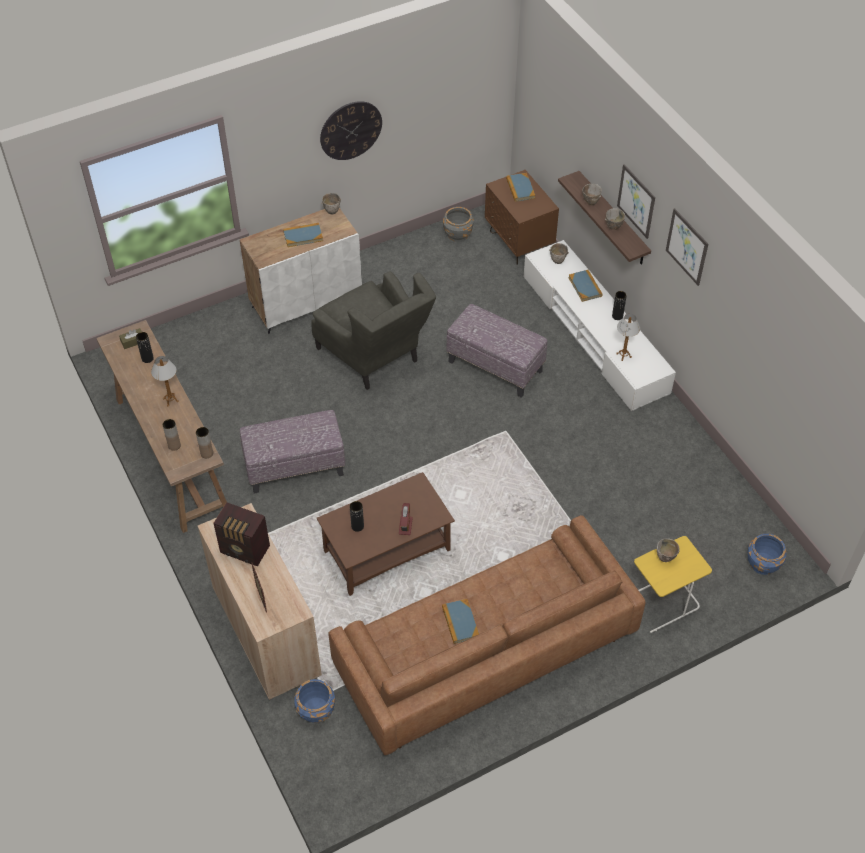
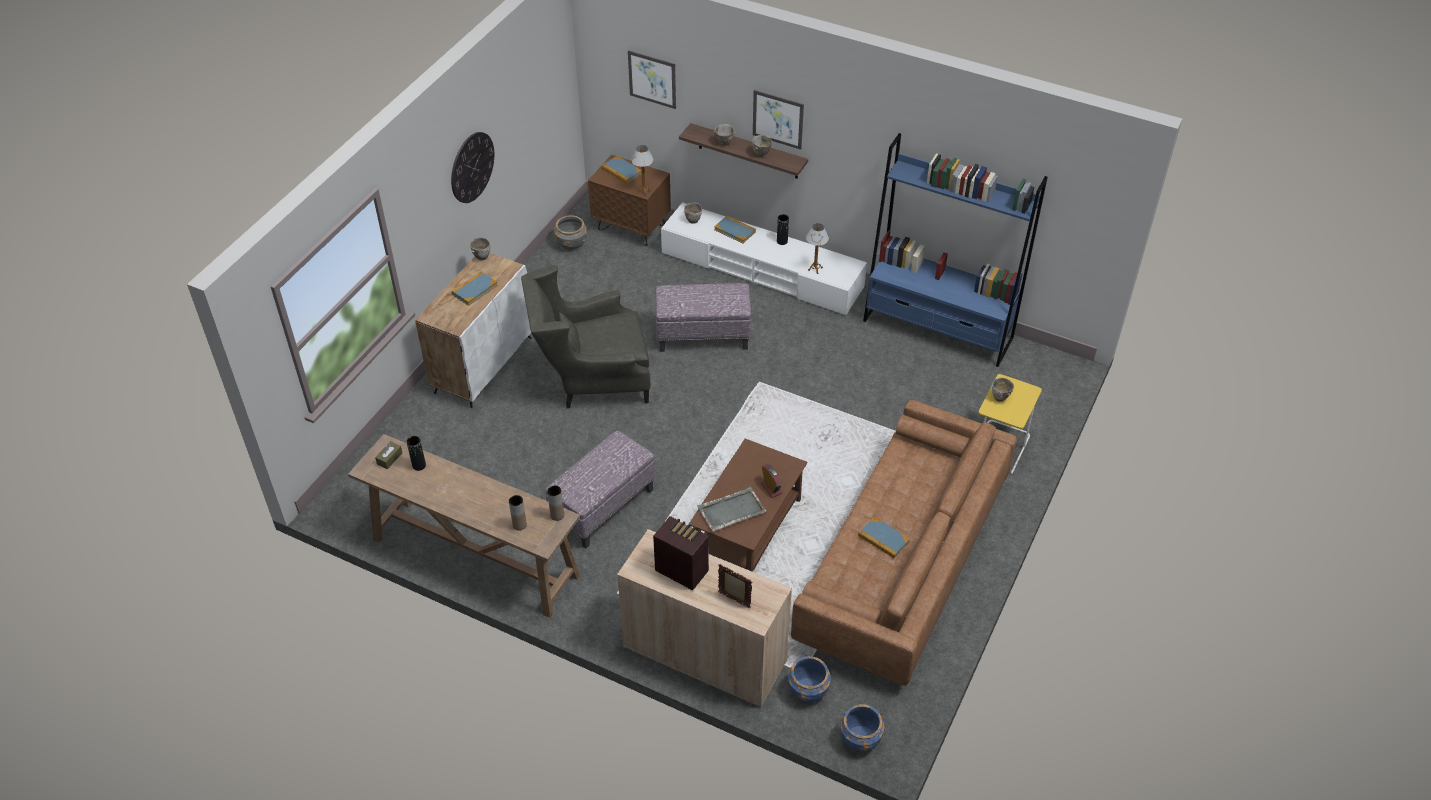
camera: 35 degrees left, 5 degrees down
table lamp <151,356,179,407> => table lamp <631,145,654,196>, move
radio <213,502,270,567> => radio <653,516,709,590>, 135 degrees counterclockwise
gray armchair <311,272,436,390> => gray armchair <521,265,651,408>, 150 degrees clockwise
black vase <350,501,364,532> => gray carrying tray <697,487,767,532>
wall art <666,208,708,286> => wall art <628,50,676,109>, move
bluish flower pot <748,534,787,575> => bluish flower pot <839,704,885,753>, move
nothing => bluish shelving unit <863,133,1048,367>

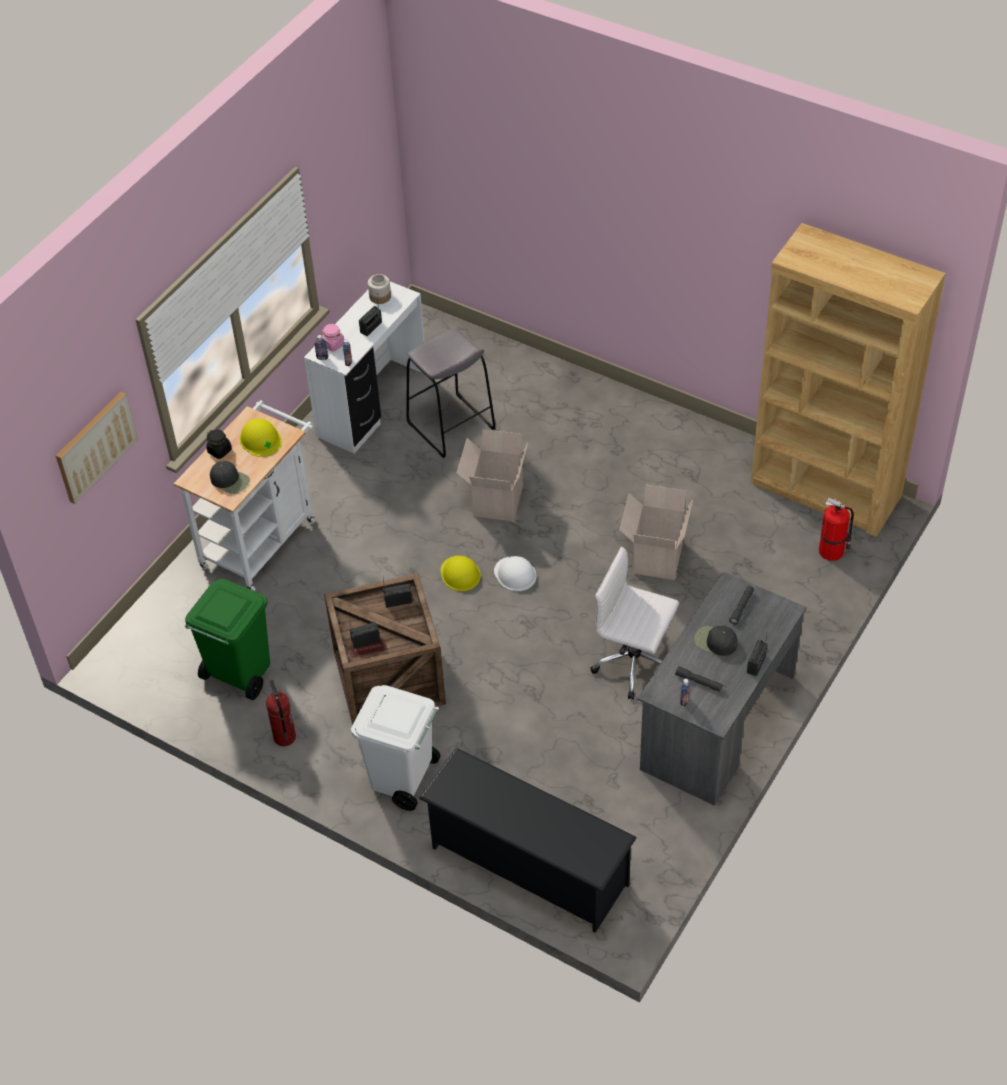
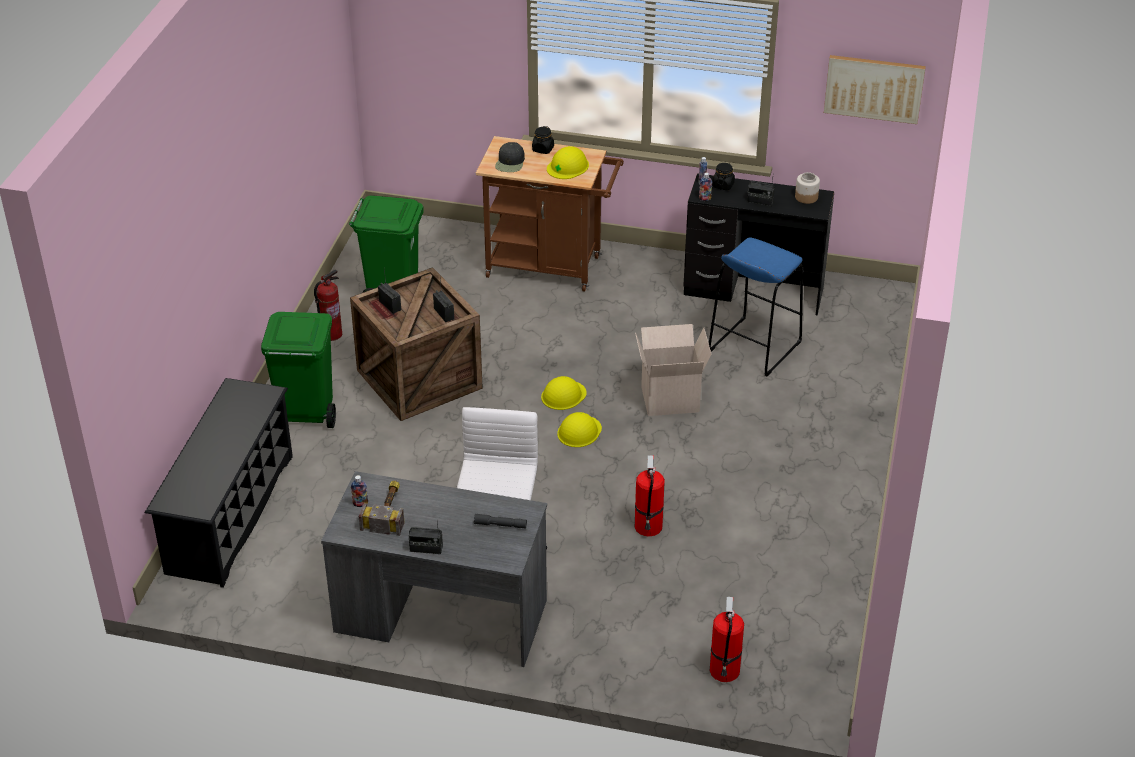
camera: 70 degrees right, 10 degrees down
wall art <56,392,138,504> => wall art <824,55,926,124>, move
white-coloured trolley <174,400,315,591> => brown-coloured trolley <476,136,624,292>
white-coloured desk <304,282,425,453> => black desk <683,173,834,316>
pinkish storage jar <321,324,344,352> => black storage jar <712,163,735,190>
white-coloured waste bin <351,685,441,811> => greenish waste bin <261,312,336,428>
gray sitting stool <406,328,496,458> => bluish sitting stool <709,237,803,376>
white-coloured safety helmet <494,556,537,591> => yellow safety helmet <557,412,602,447>
cardboard box <619,485,693,580> => fire extinguisher <635,455,665,536>
gray hand torch <675,666,723,692> => tool hammer <359,480,405,536>
black baseball cap <694,625,738,656> => nothing
brown-coloured shelving unit <751,223,946,537> => nothing

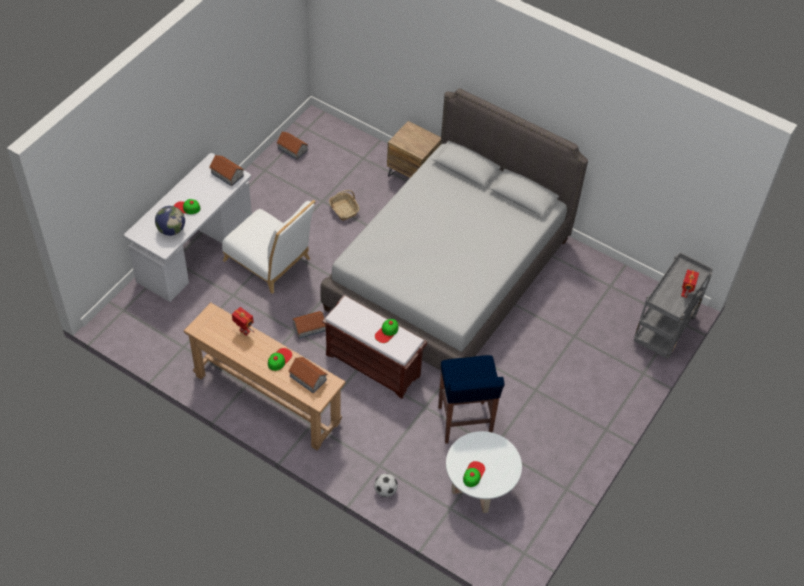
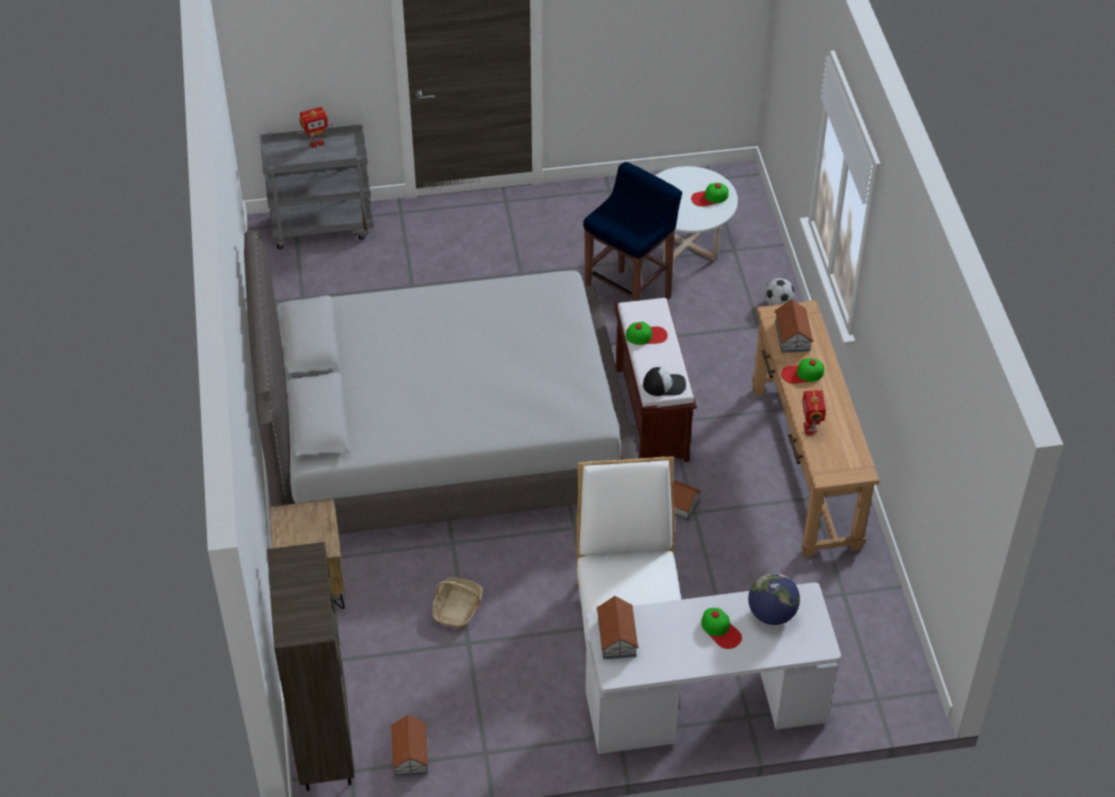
camera: 130 degrees left, 5 degrees down
nothing => brown-coloured shelving unit <267,542,354,791>
nothing => baseball cap <643,367,686,396>

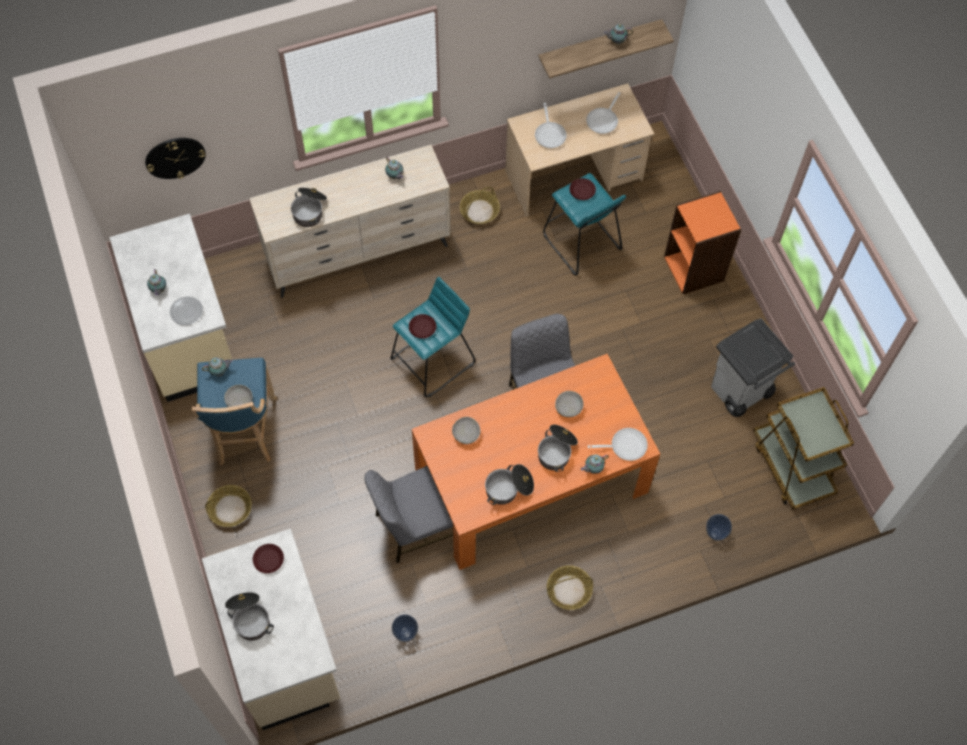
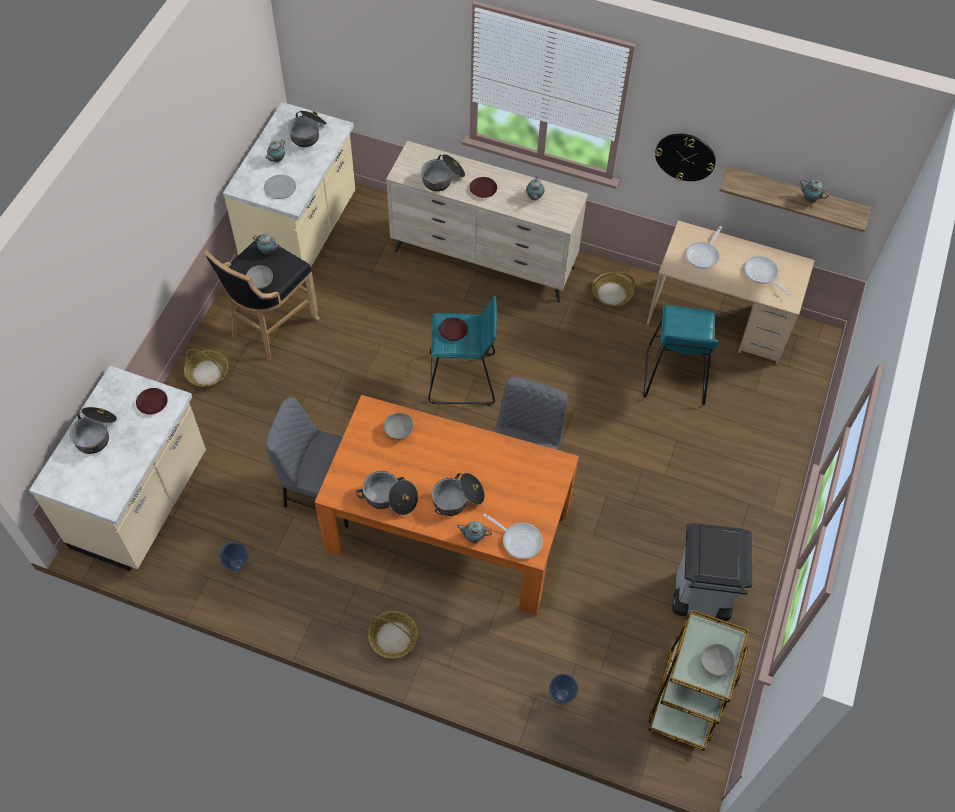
camera: 40 degrees right, 5 degrees down
wall clock <145,138,206,179> => wall clock <655,133,716,181>, move
bluish sitting stool <192,358,277,466> => black sitting stool <204,235,320,360>
gray bowl <555,391,584,417> => gray bowl <700,644,735,676>, move
brown-coloured flat dish <569,178,596,200> => brown-coloured flat dish <470,177,497,198>, move
frying pan <586,92,621,134> => frying pan <744,256,790,295>, 75 degrees clockwise
orange shelving unit <664,191,741,294> => nothing
nothing => saucepot <288,110,327,147>

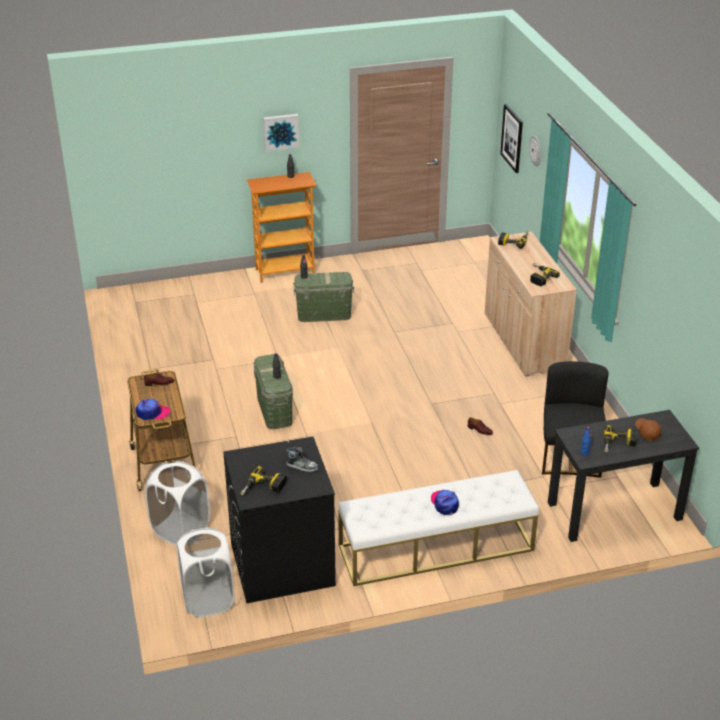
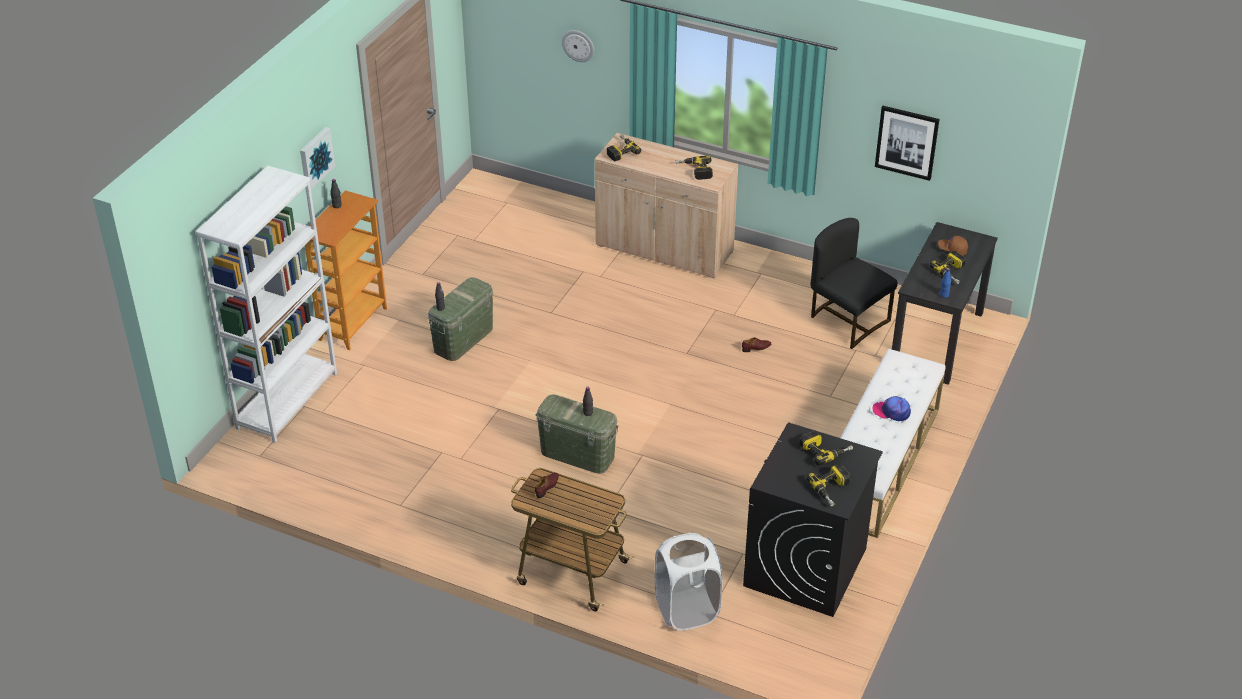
camera: 50 degrees left, 5 degrees up
baseball cap <136,399,170,420> => nothing
white-coloured washing basket <176,527,235,617> => nothing
item of footwear <286,447,319,472> => electric drill <799,431,853,465>
wall art <500,104,523,173> => wall art <875,106,939,181>, move
nothing => white-coloured shelving unit <196,166,337,443>

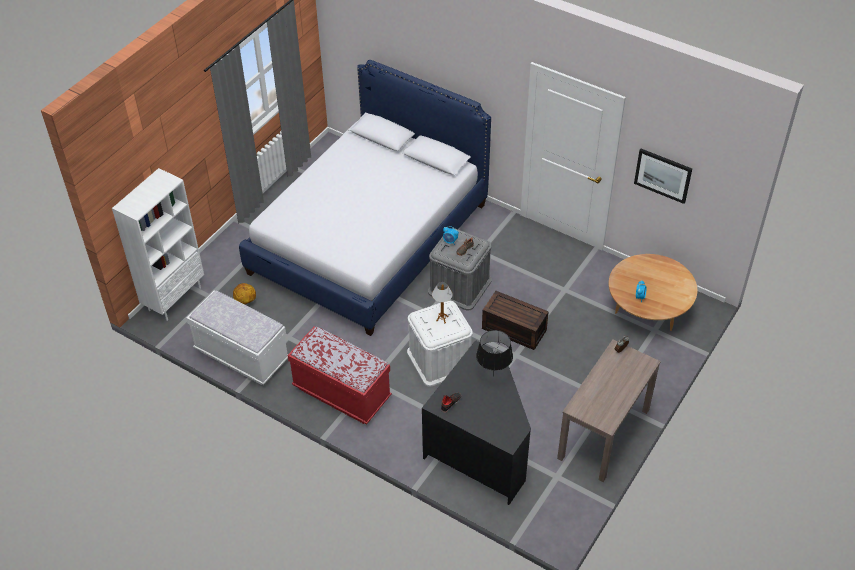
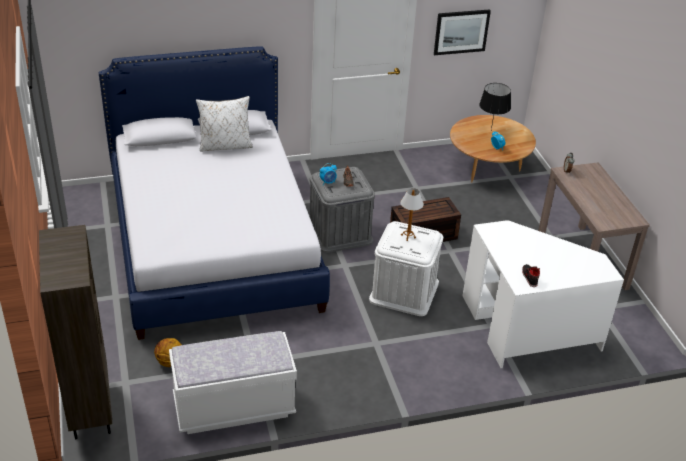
camera: 50 degrees left, 10 degrees down
white-coloured shelving unit <112,168,204,321> => brown-coloured shelving unit <39,225,112,439>
red long seat <288,327,392,424> => nothing
black desk <422,340,531,505> => white-coloured desk <462,220,624,368>
black table lamp <476,330,513,377> => black table lamp <479,83,511,130>, move
nothing => white-coloured throw pillow <196,96,253,152>

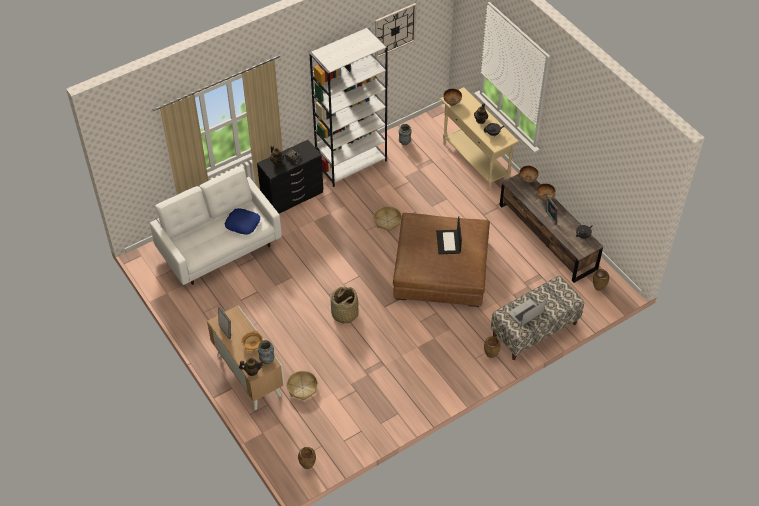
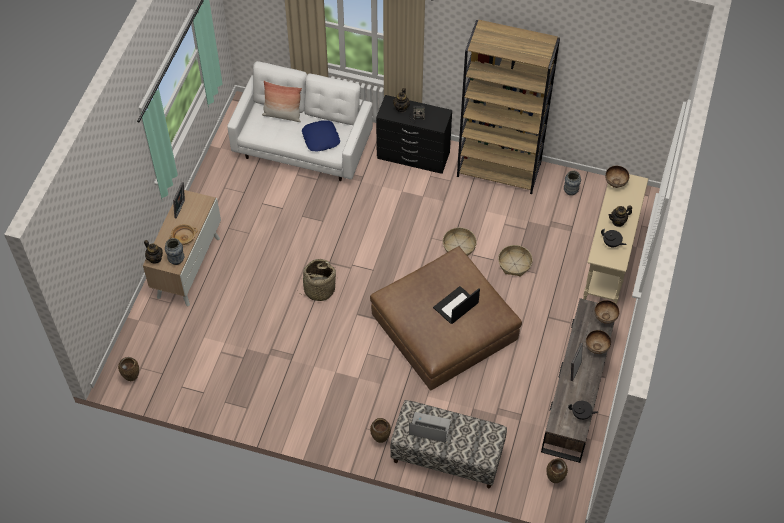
camera: 50 degrees right, 5 degrees up
storage basket <287,371,318,400> => storage basket <498,245,533,277>, move
white-coloured shelving unit <309,28,388,187> => brown-coloured shelving unit <457,20,560,194>
wall clock <375,3,416,58> => nothing
nothing => throw pillow <262,80,302,122>

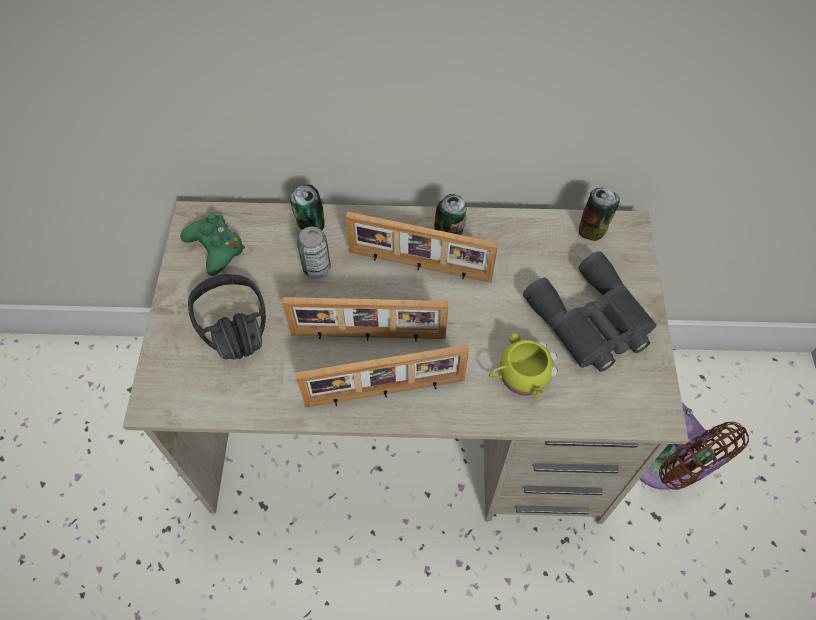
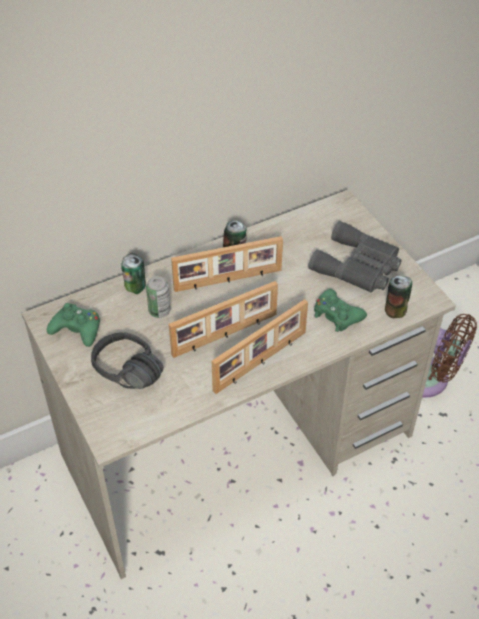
camera: 30 degrees left, 10 degrees down
yellow mug <489,334,558,396> => greenish game controller <314,289,367,332>
sealed can <579,187,620,241> => sealed can <385,276,412,318>, move

